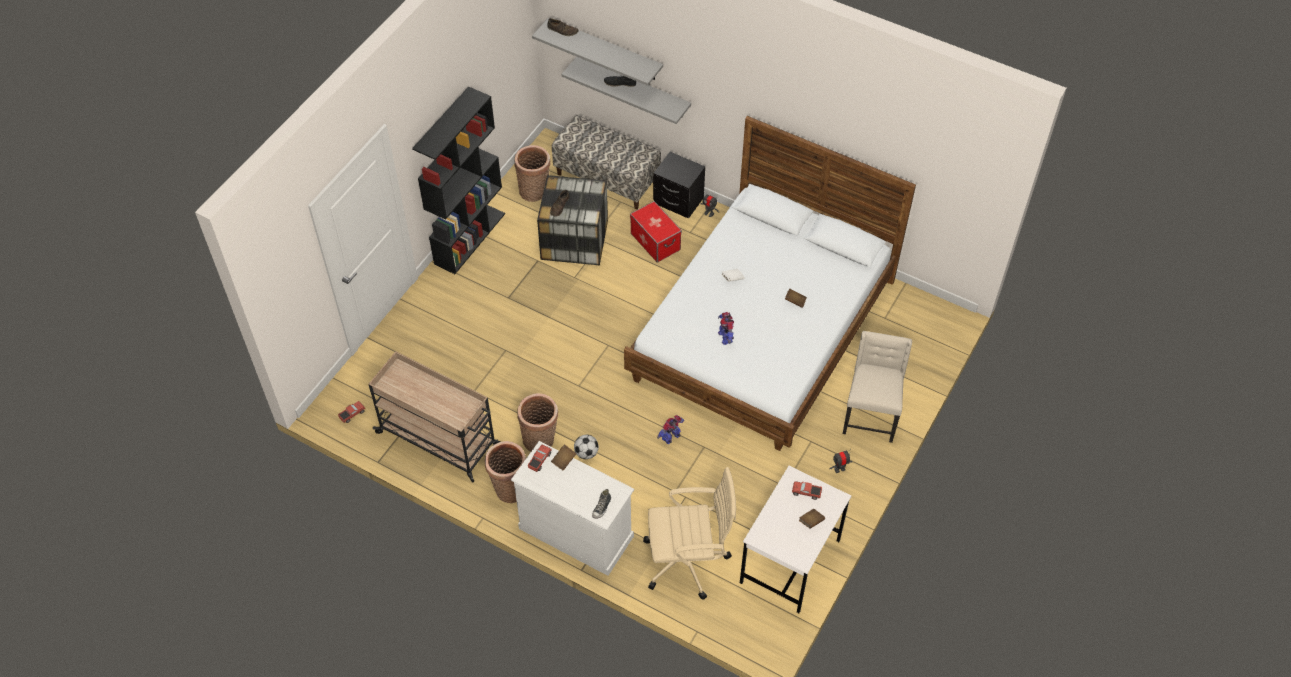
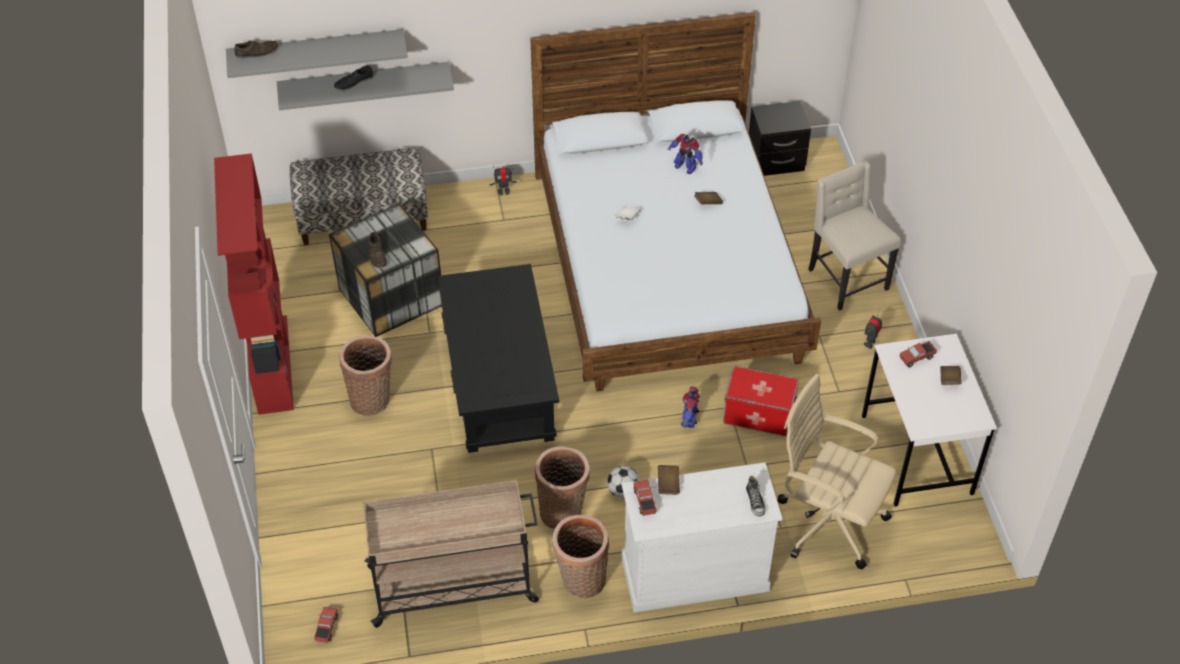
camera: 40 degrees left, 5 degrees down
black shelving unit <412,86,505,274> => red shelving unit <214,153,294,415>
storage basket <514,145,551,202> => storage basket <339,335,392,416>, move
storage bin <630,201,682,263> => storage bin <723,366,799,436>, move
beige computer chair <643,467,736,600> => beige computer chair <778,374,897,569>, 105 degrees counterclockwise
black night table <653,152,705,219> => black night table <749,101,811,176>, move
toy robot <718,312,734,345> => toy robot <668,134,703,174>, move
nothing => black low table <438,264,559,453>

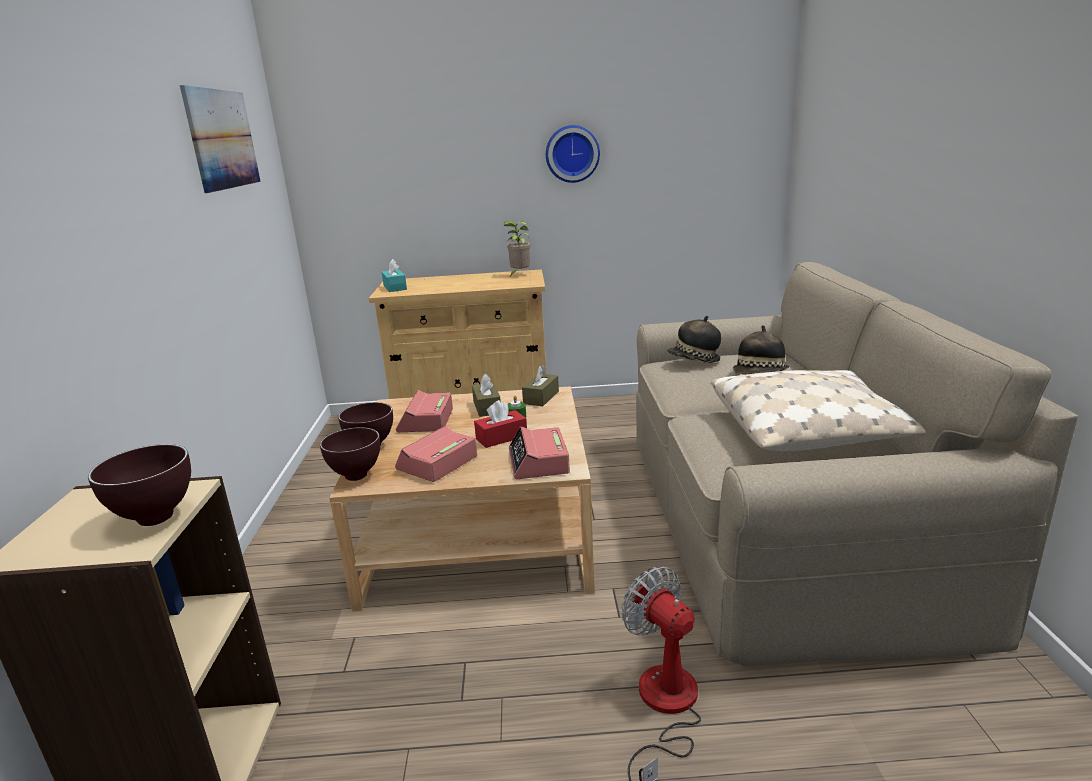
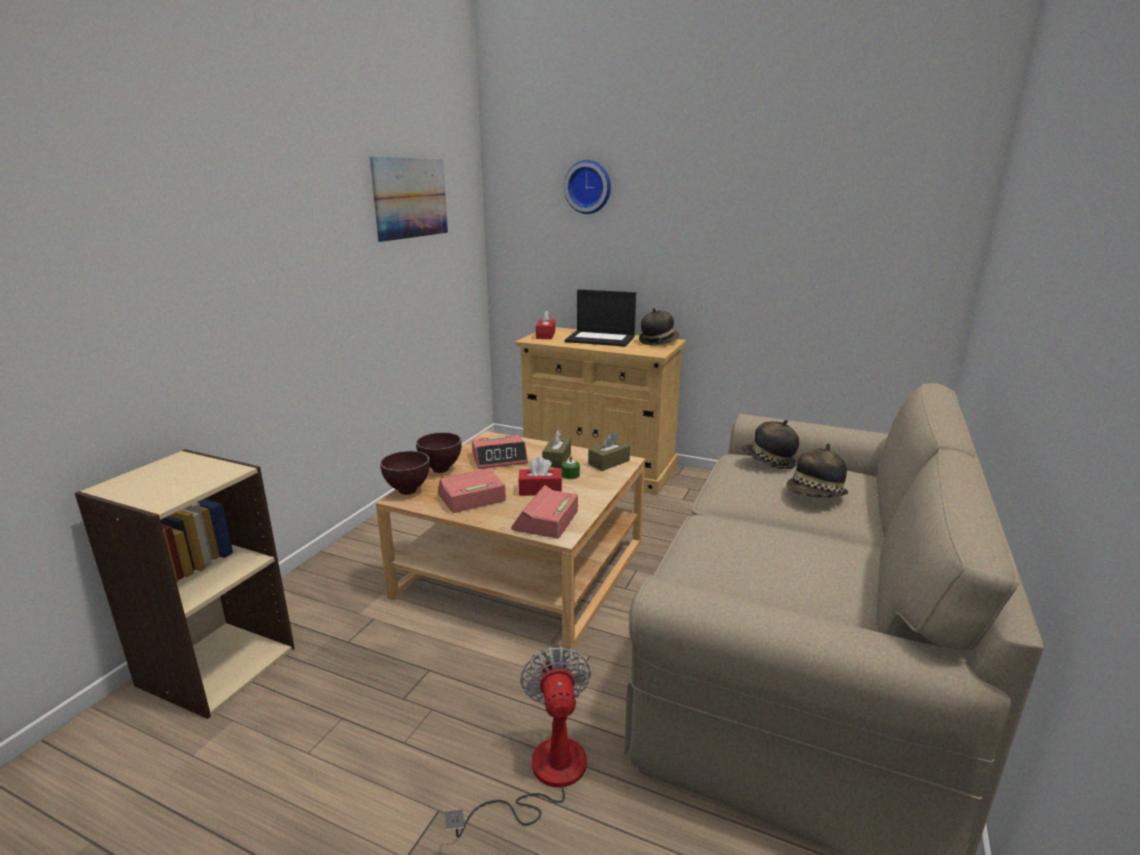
camera: 25 degrees right, 0 degrees up
brown-coloured bowl <88,444,191,526> => nothing
turquoise box of tissues <382,259,407,292> => red box of tissues <536,310,555,339>
bedside clock <396,390,453,432> => bedside clock <472,435,528,469>, 135 degrees counterclockwise
potted plant <503,221,530,276> => clothing hat <639,308,680,346>
wall clock <546,125,600,183> => wall clock <564,160,611,214>, move
beige throw pillow <711,370,926,451> => nothing
nothing => notebook computer <565,289,636,347>

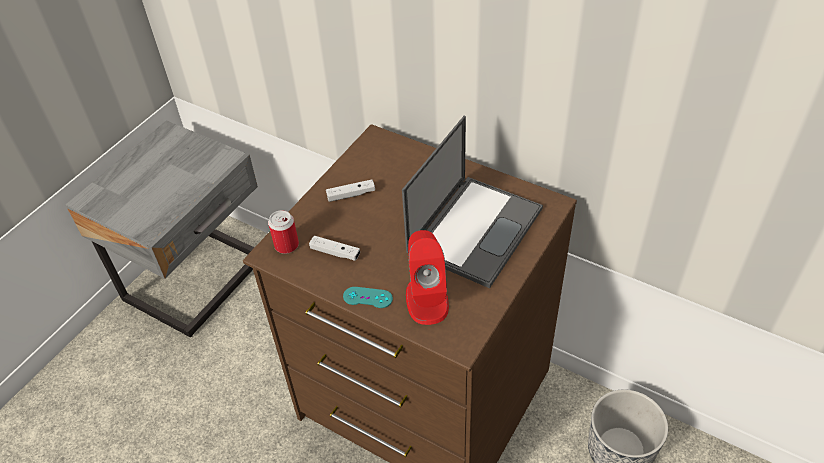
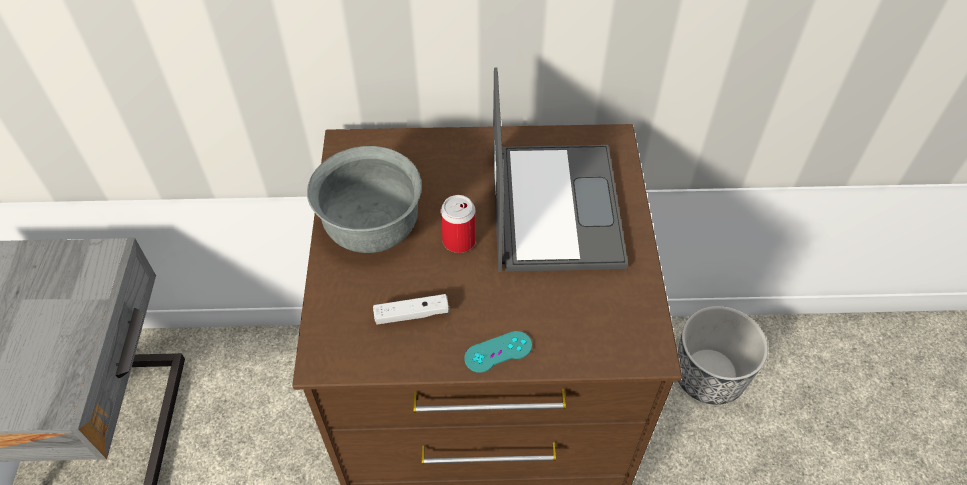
camera: 35 degrees left, 5 degrees up
sealed can <268,210,299,254> => sealed can <440,195,476,253>, move
white-coloured game controller <326,179,375,202> => gray bowl <307,146,422,253>
red loudspeaker <406,230,449,325> => nothing

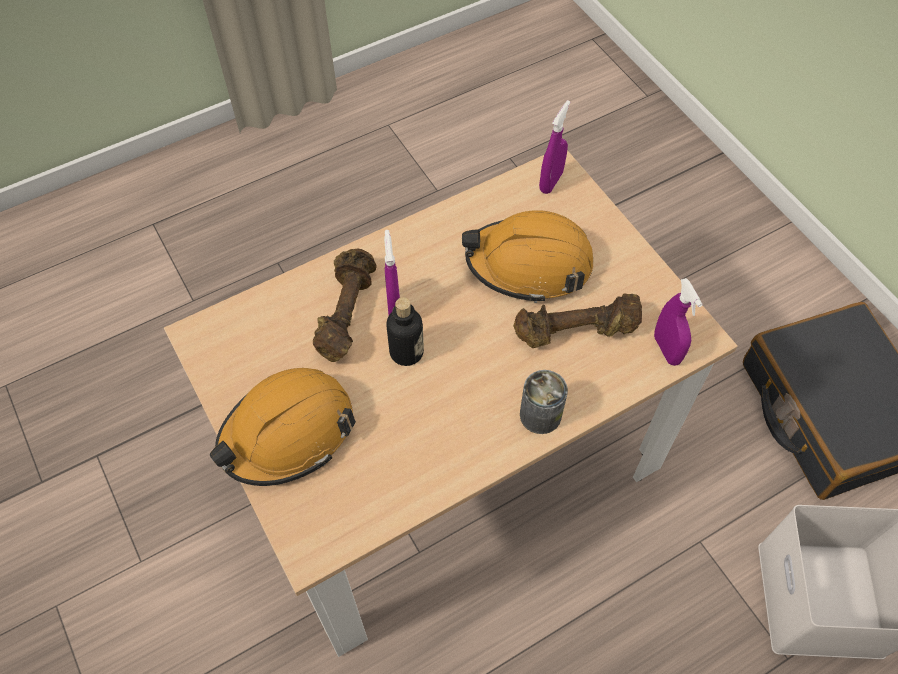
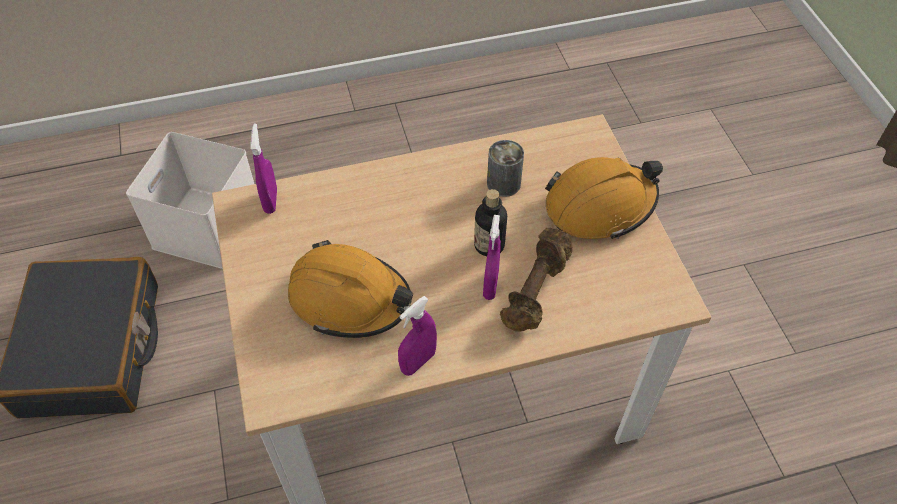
camera: 165 degrees left, 5 degrees down
brown-coloured free weight <513,294,642,348> => nothing
sealed can <520,370,568,434> => sealed can <487,140,524,197>, move
purple hand sprayer <539,100,570,194> => purple hand sprayer <398,296,437,376>, move

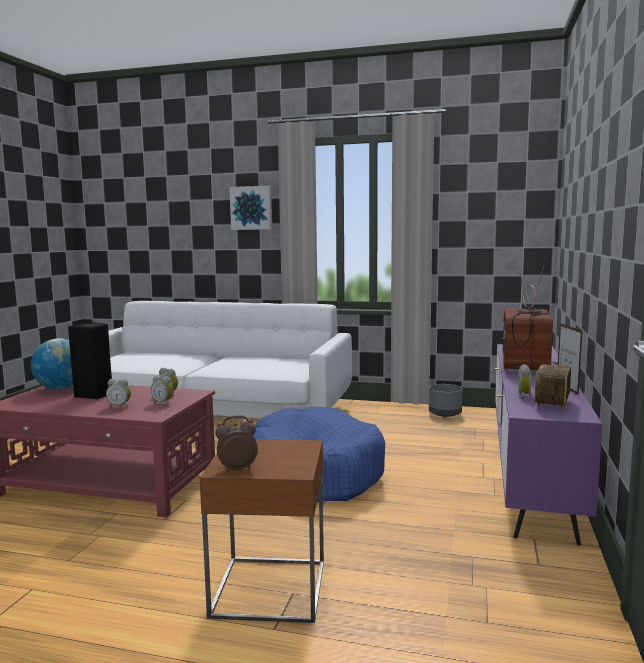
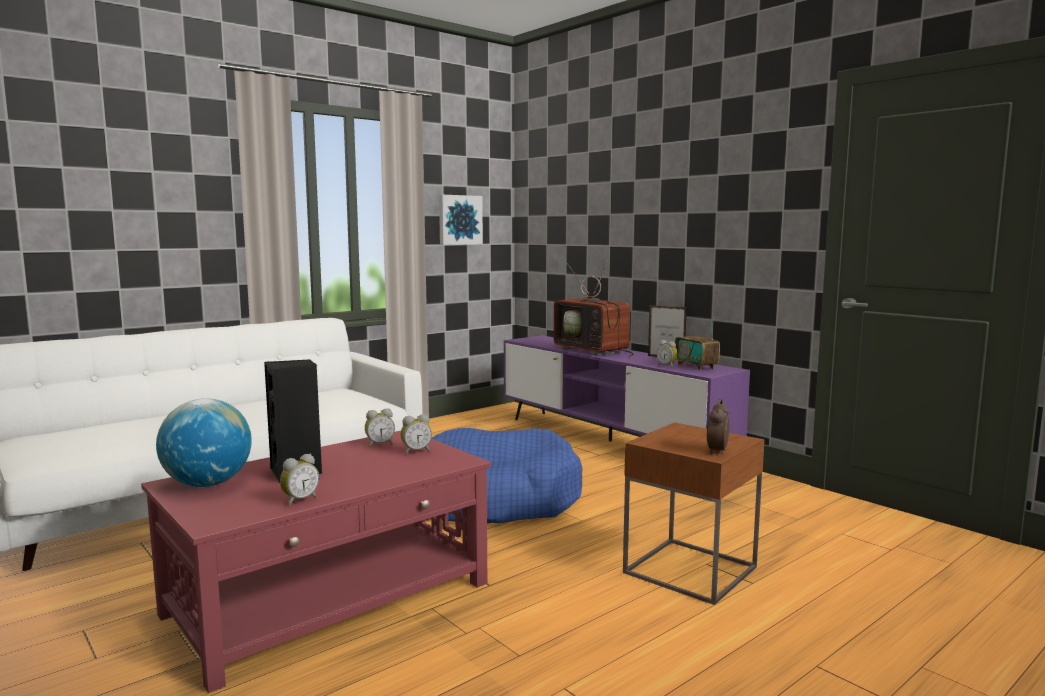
camera: 55 degrees left, 0 degrees up
bedside clock <106,379,131,408> => bedside clock <280,454,319,506>, move
wall art <230,186,272,230> => wall art <439,195,483,245>, move
gray flower pot <429,384,463,417> => nothing

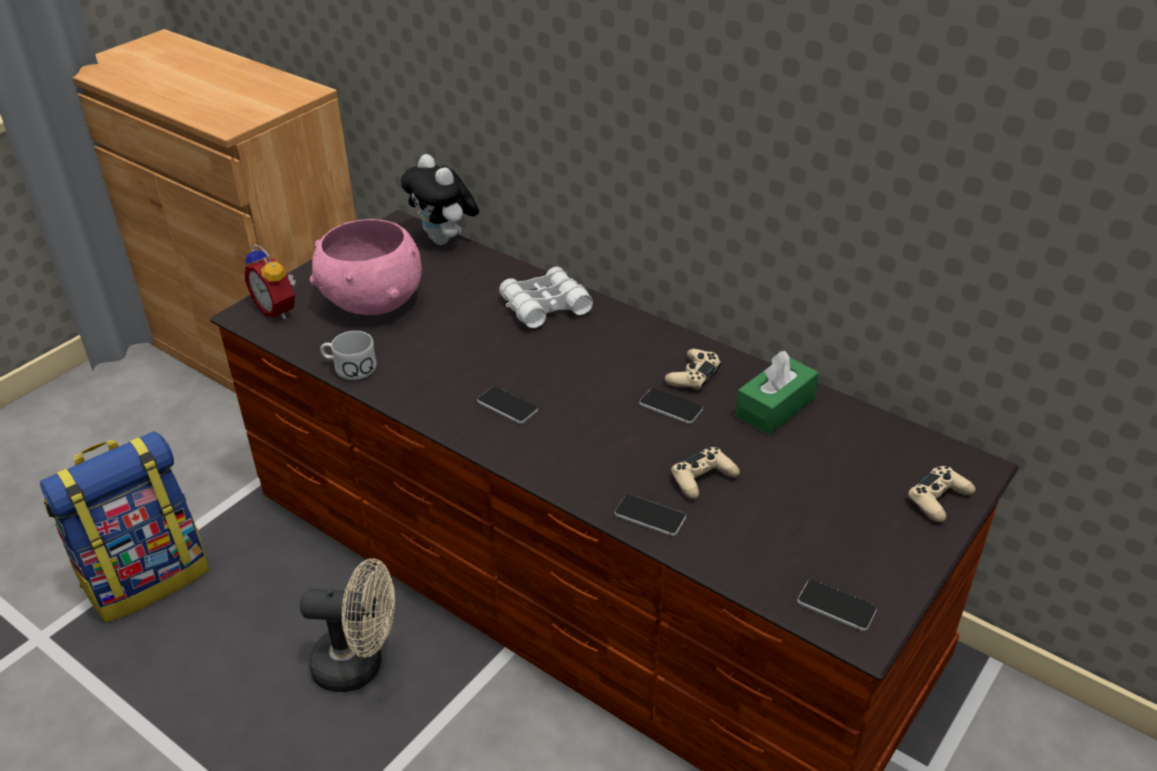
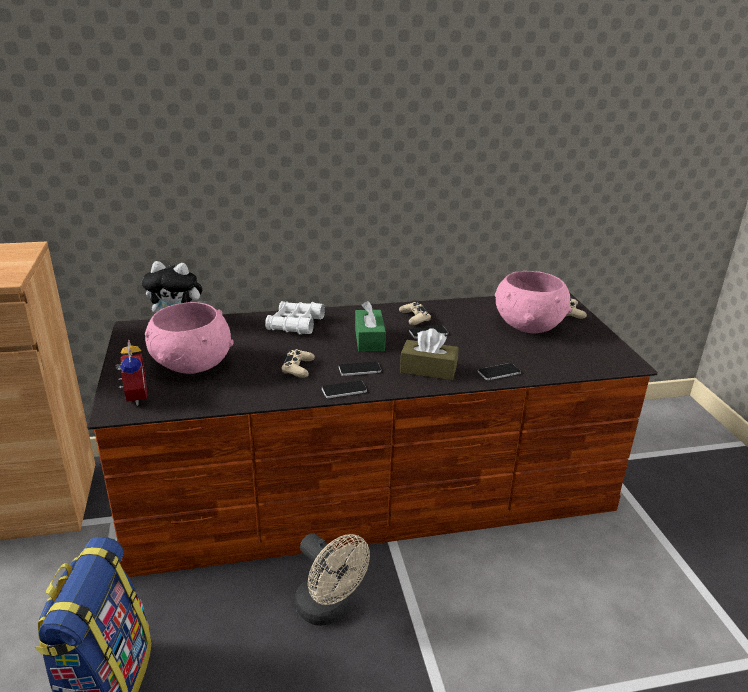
camera: 50 degrees left, 10 degrees down
bedside clock <245,244,296,319> => bedside clock <115,340,147,406>, 105 degrees counterclockwise
beige electric fan <300,558,395,692> => beige electric fan <295,533,370,626>, 90 degrees clockwise
white-coloured mug <320,331,377,380> => nothing
beige game controller <671,447,740,499> => beige game controller <281,349,315,378>, move
greenish box of tissues <735,351,819,435> => greenish box of tissues <355,301,386,352>, move
telephone <797,579,877,631> => telephone <322,381,367,398>, move
nothing => brown-coloured box of tissues <400,328,459,380>
nothing => pinkish bowl <495,271,572,333>

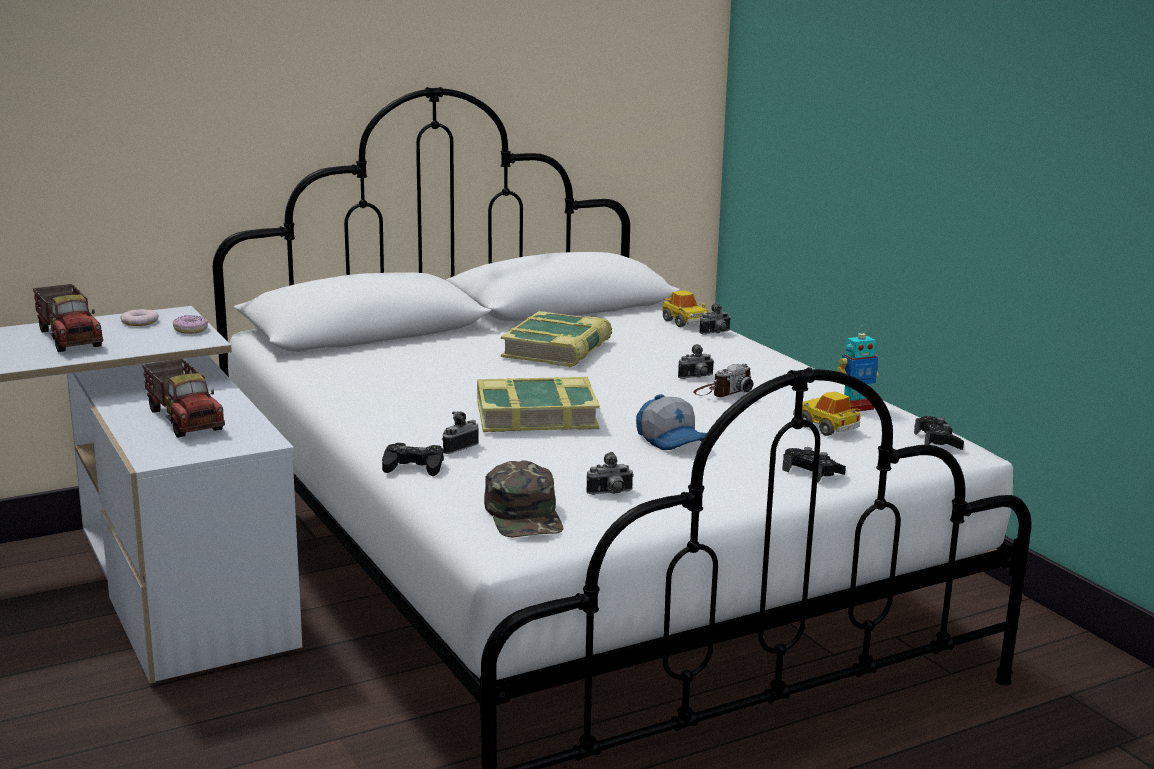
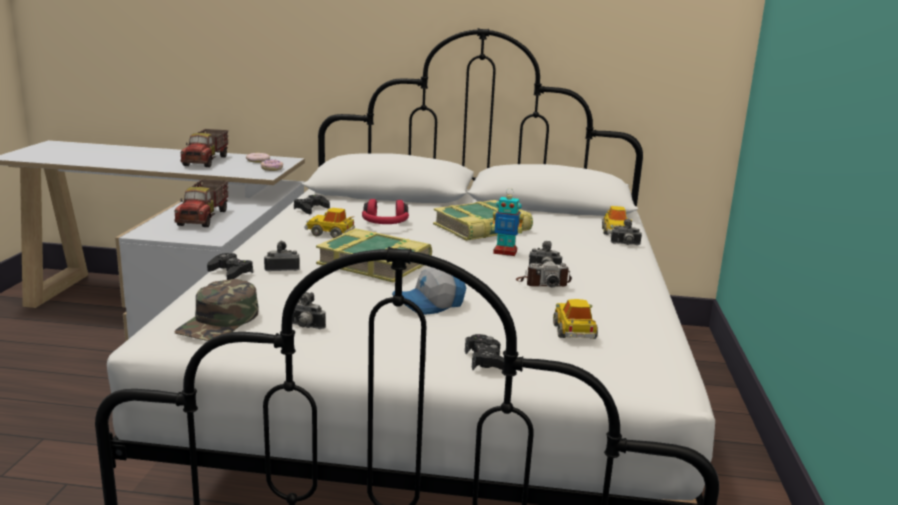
camera: 35 degrees right, 0 degrees up
baseball cap <636,394,707,450> => baseball cap <392,267,466,315>, 60 degrees clockwise
toy robot <837,325,879,412> => toy robot <491,188,524,256>, move
black game controller <914,416,964,450> => black game controller <294,195,330,214>, move
nothing => miniature car <305,208,355,238>
nothing => red pair of headphones <362,199,409,224>

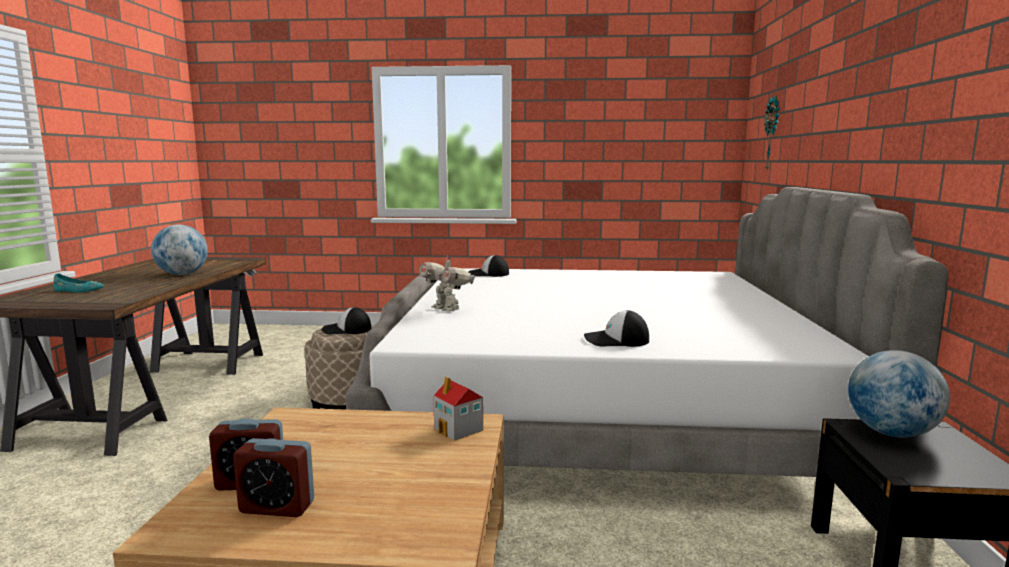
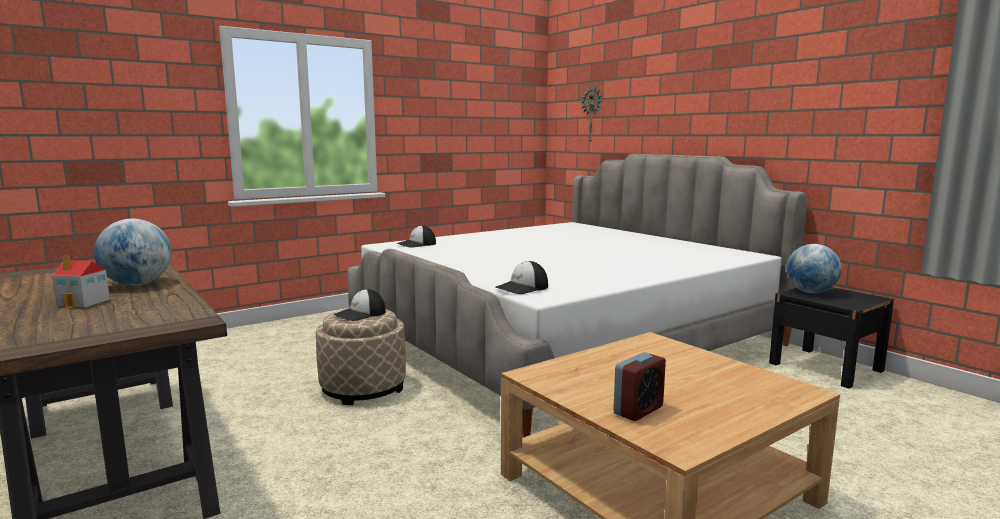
camera: 40 degrees left, 0 degrees up
turquoise item of footwear <53,274,104,293> => nothing
bedside clock <233,438,314,517> => nothing
toy robot <419,257,475,311> => nothing
toy house <433,376,483,441> => toy house <52,255,110,308>, move
baseball cap <584,310,649,347> => baseball cap <495,261,548,294>, move

